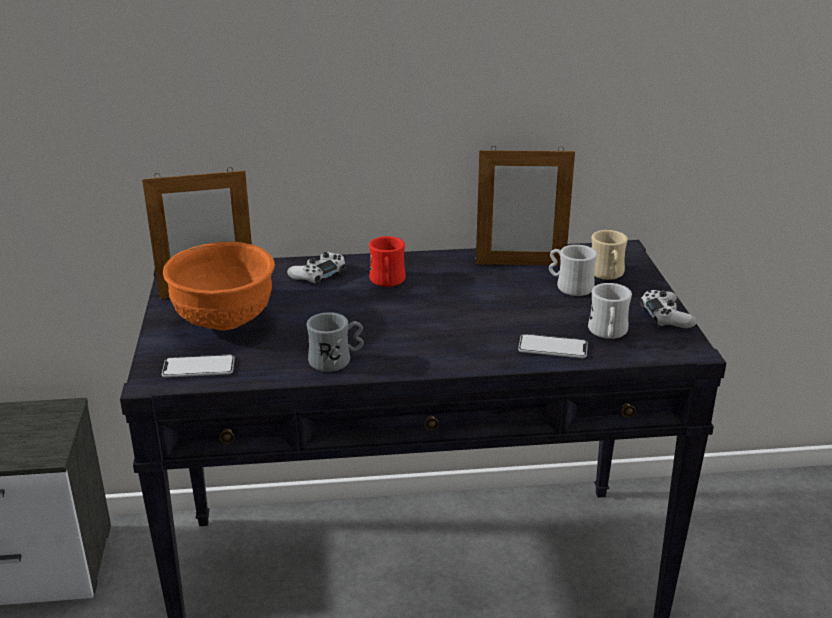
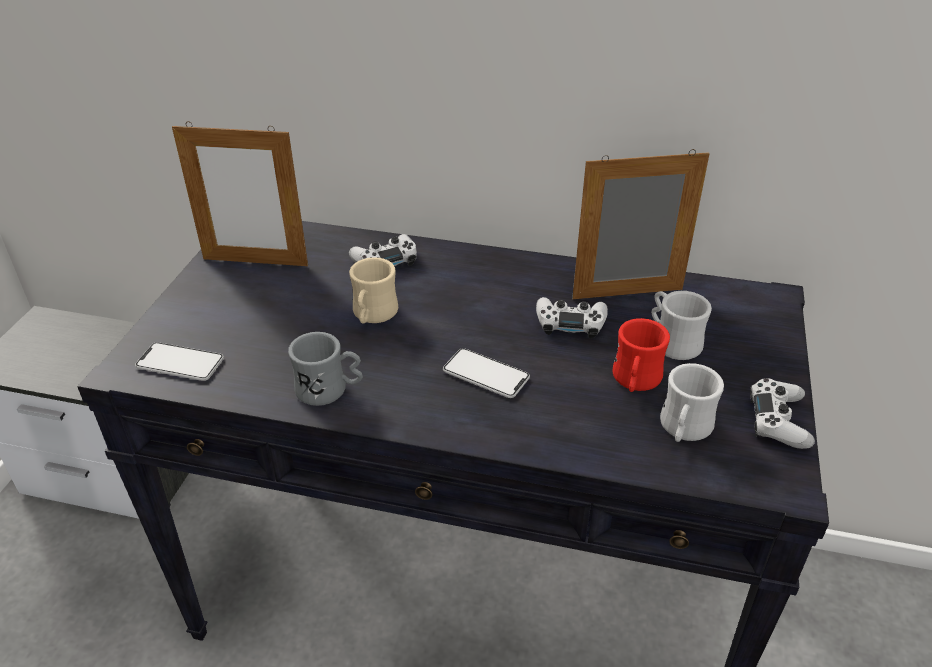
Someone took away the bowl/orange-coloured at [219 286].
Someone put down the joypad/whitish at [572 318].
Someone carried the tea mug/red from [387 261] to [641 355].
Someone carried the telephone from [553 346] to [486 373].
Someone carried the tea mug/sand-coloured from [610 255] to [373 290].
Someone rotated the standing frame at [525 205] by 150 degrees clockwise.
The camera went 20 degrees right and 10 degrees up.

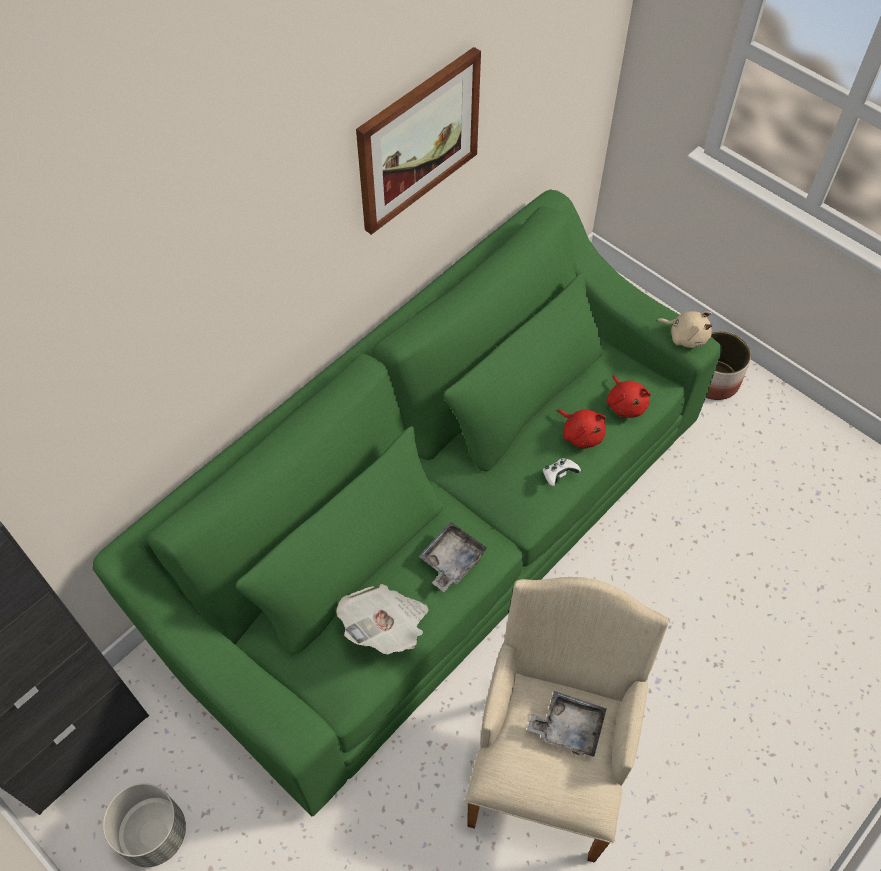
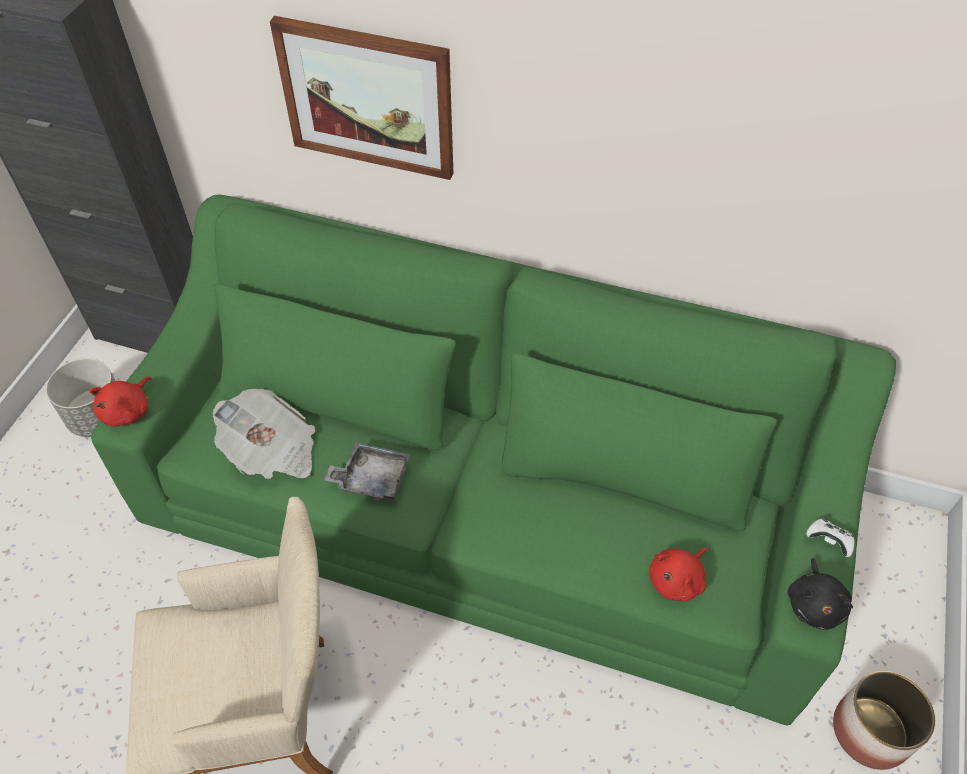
Someone took away the serving tray/grey at [567 724].
Someone carried the wall picture from [418 141] to [361 98].
Someone carried the joypad/whitish from [562 472] to [830 537].
Someone carried the plush toy/red from [581 429] to [120 401].
Someone repainted the plush toy/sand-coloured at [684 329], which became the plush toy/blackish at [820 594].
The camera went 65 degrees right and 5 degrees down.

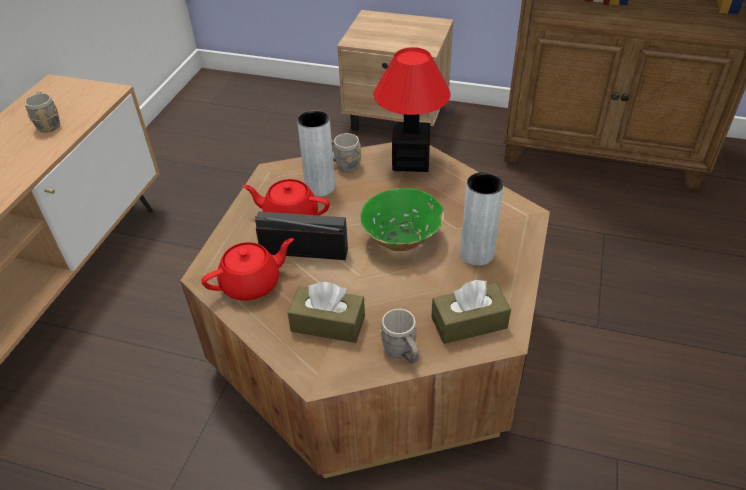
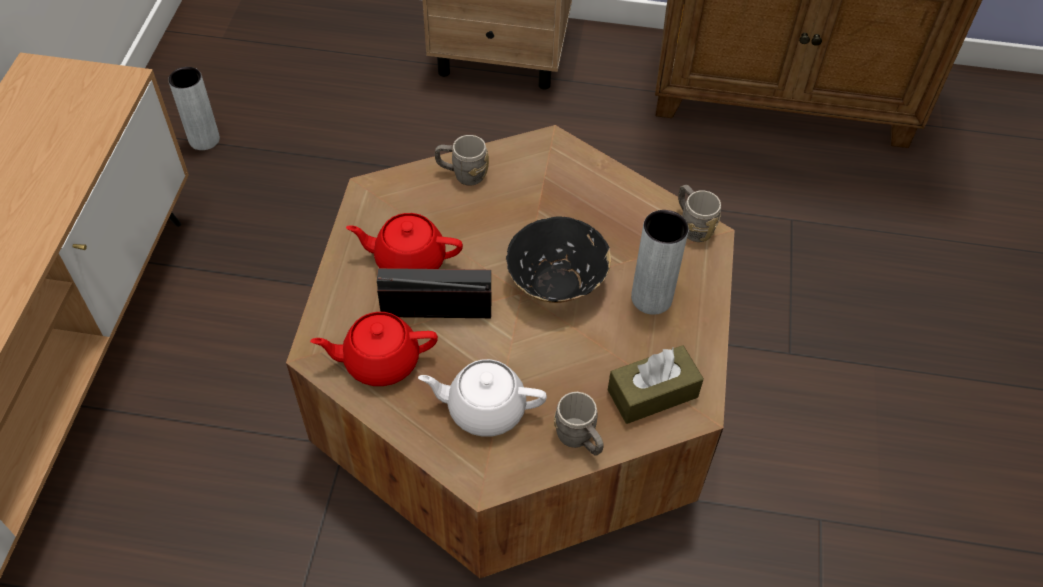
Someone took away the table lamp at [412 109].
Someone carried the tea mug/grey from [42 112] to [699 213].
Someone carried the vase/grey from [316 153] to [194 108].
Someone swapped the box of tissues/brown at [326 312] for the pot for tea/whitish at [482 398].
Someone repainted the bowl/green-coloured at [402 219], which became the bowl/blackish at [558 259].
Someone rotated the pot for tea/red at [247 269] by 150 degrees counterclockwise.
The camera went 10 degrees left and 10 degrees up.

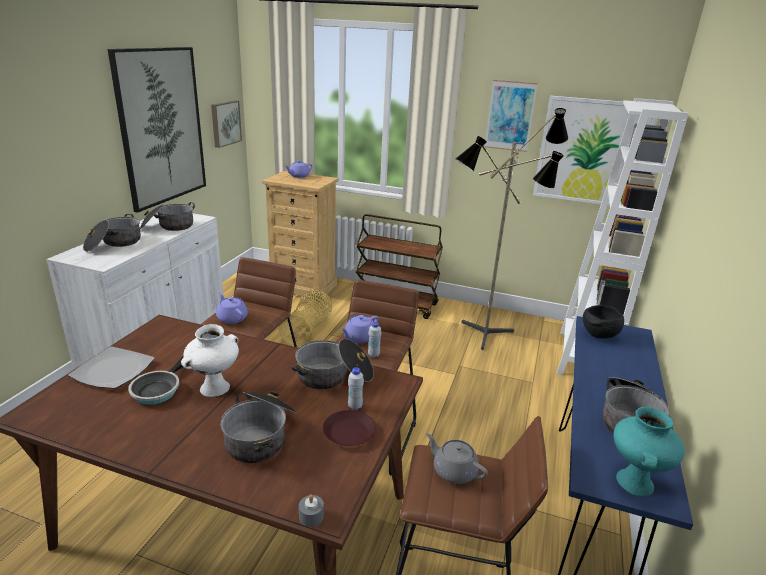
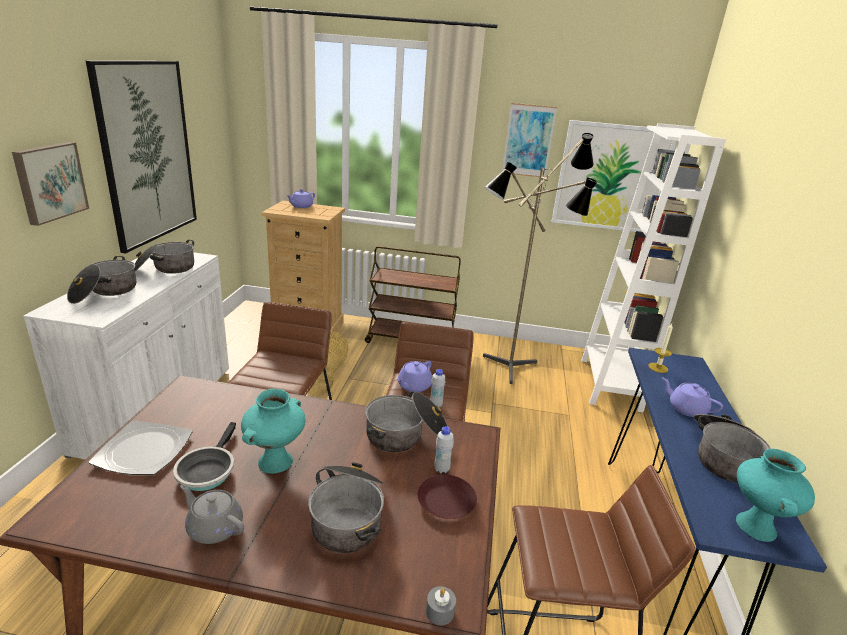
Someone carried the wall picture from [226 124] to [50 184].
Someone carried the pot for tea/purple-coloured from [232 308] to [692 397].
Someone carried the pot for tea/grey from [457 458] to [212 514].
Someone swapped the bowl/blackish at [603 322] for the wax light at [660 348].
Someone repainted the vase/whitish at [210 360], which became the vase/blue-green at [273 431].
The camera went 10 degrees left and 0 degrees up.

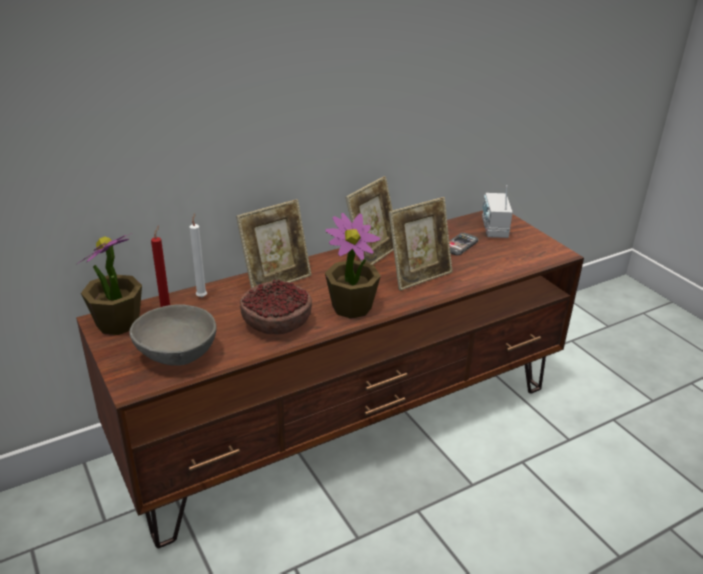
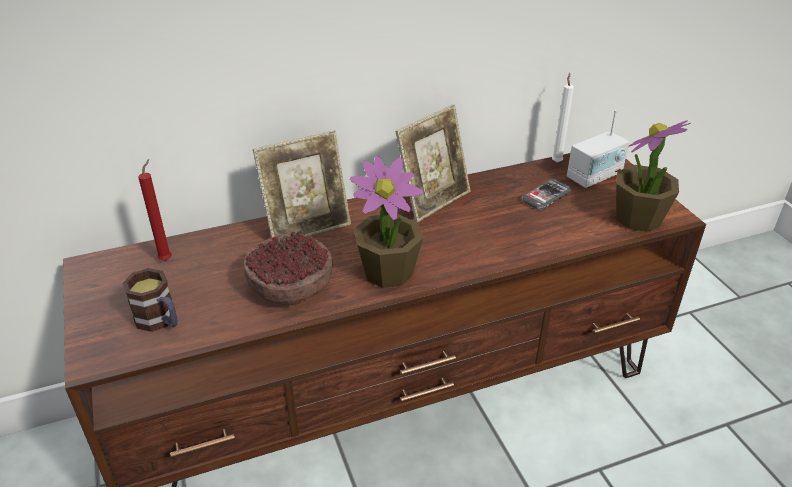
Someone took away the standing frame at [421 244].
Someone carried the houseplant from [109 284] to [654 176].
Someone carried the wax light/whitish from [198 255] to [563 117].
Someone swapped the bowl/grey at [172 335] for the tea mug at [150 300].
Someone rotated the radio at [497 212] by 135 degrees counterclockwise.
The camera went 10 degrees right and 5 degrees up.

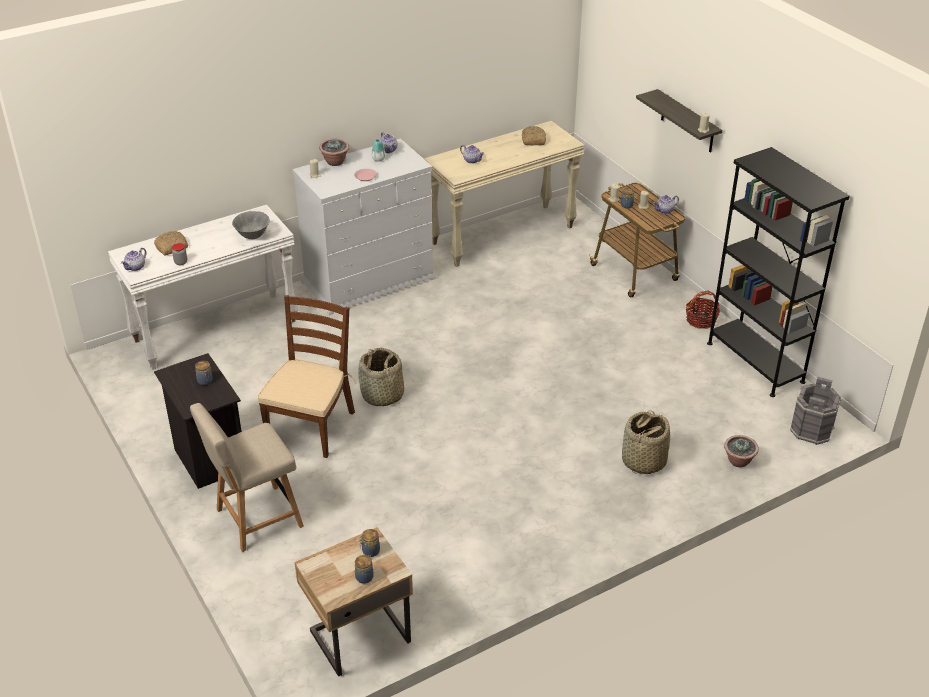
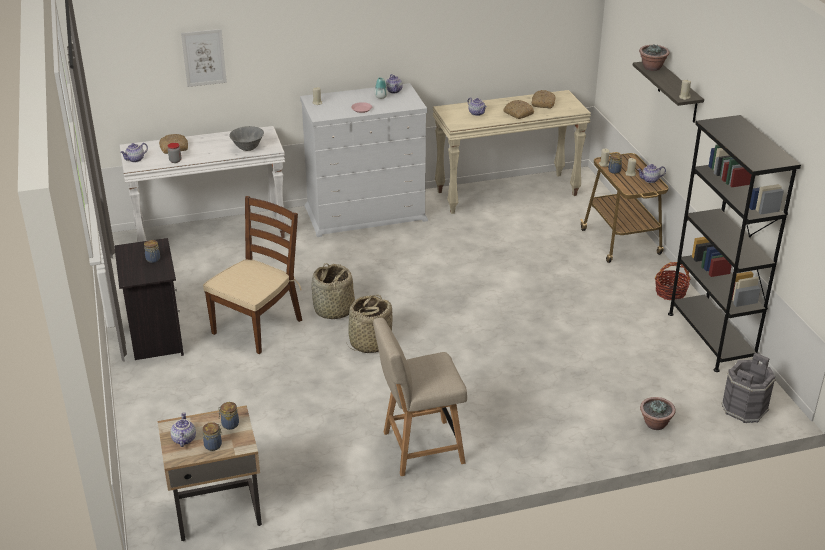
Someone put down the pot for tea at [183 429].
Someone put up the wall picture at [204 58].
Someone put down the baked bread at [518 109].
Someone carried the chair/sand-coloured from [247 477] to [420 397].
Someone carried the houseplant from [334 152] to [654 58].
Someone carried the basket from [646 442] to [369 324].
The camera went 15 degrees right and 5 degrees down.

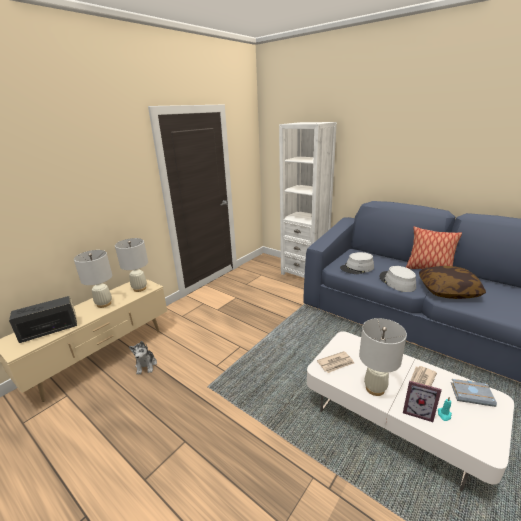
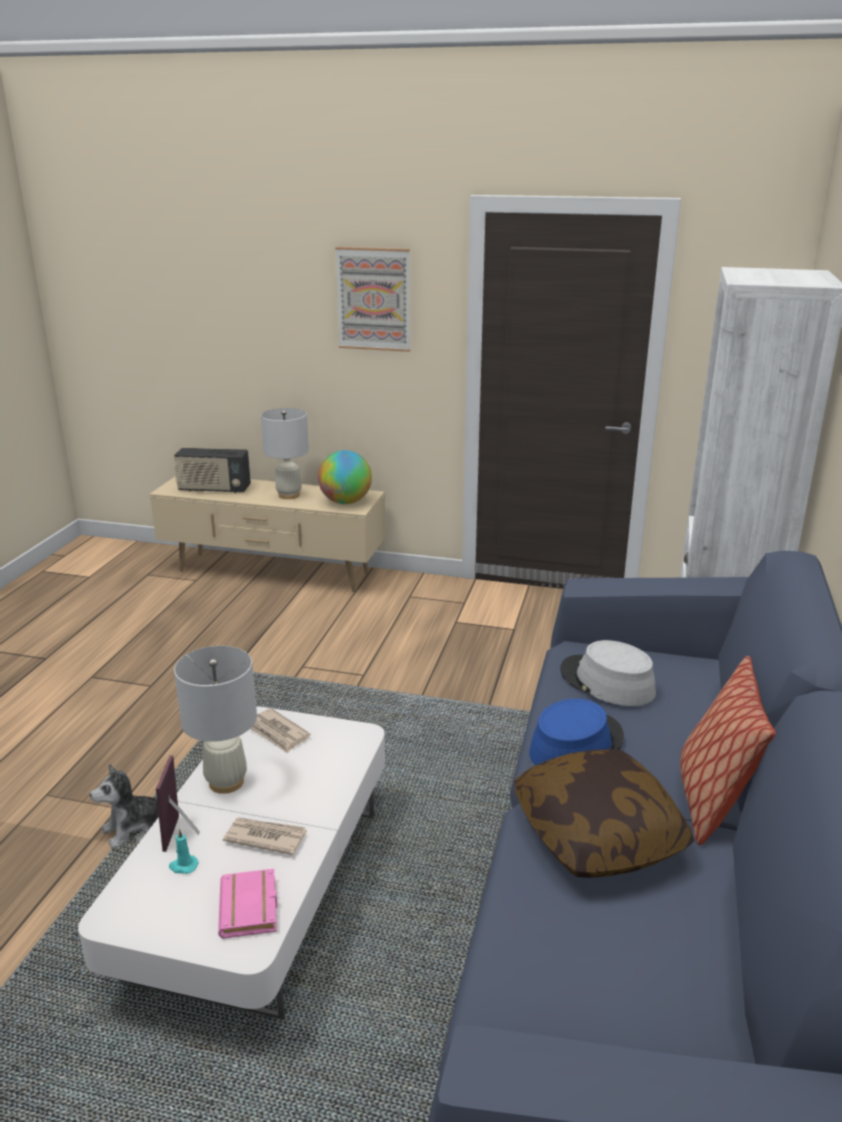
Someone put up the wall picture at [372 299].
Someone carried the plush toy from [143 358] to [124 806].
Someone swapped the table lamp/whitish at [131 265] for the desk globe at [345 477].
Someone repainted the clothing hat/grey at [397 279], which became the clothing hat/blue-coloured at [576 732].
Someone repainted the volume/grey at [474 393], which became the volume/pink at [247 904].
Someone rotated the radio at [43 319] by 150 degrees clockwise.
The camera went 65 degrees right and 0 degrees up.

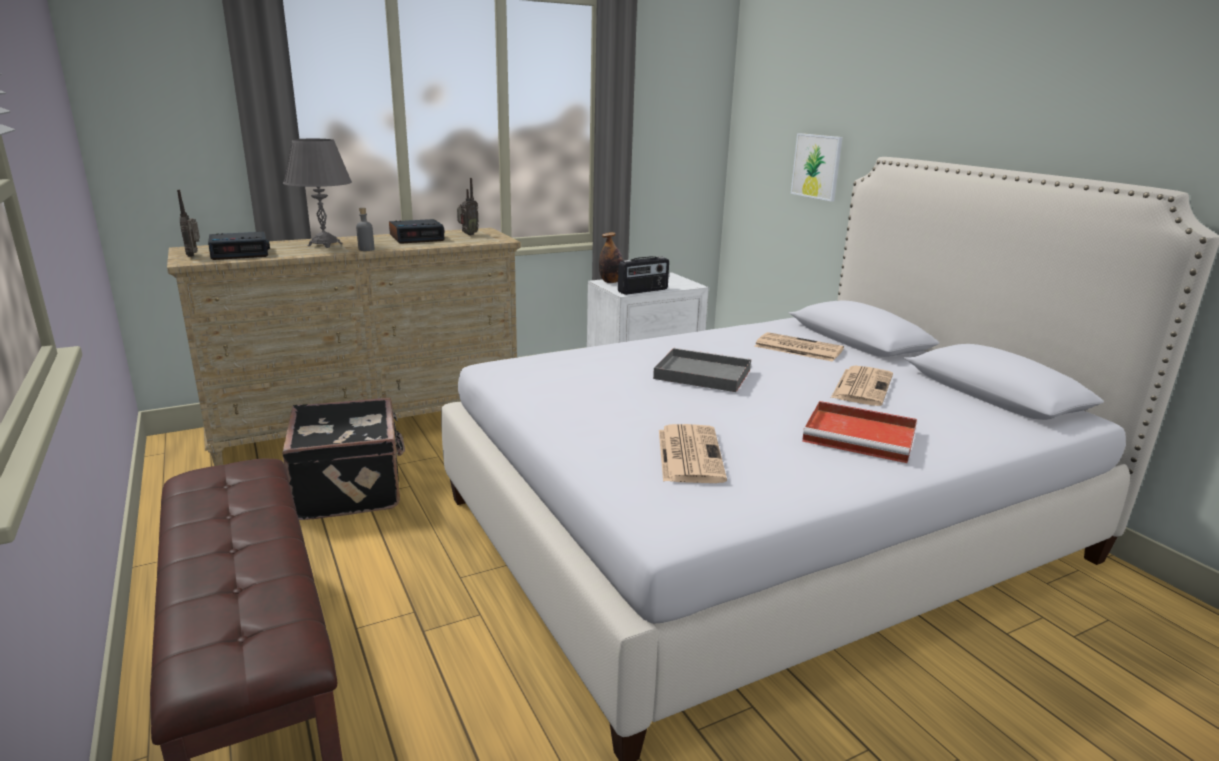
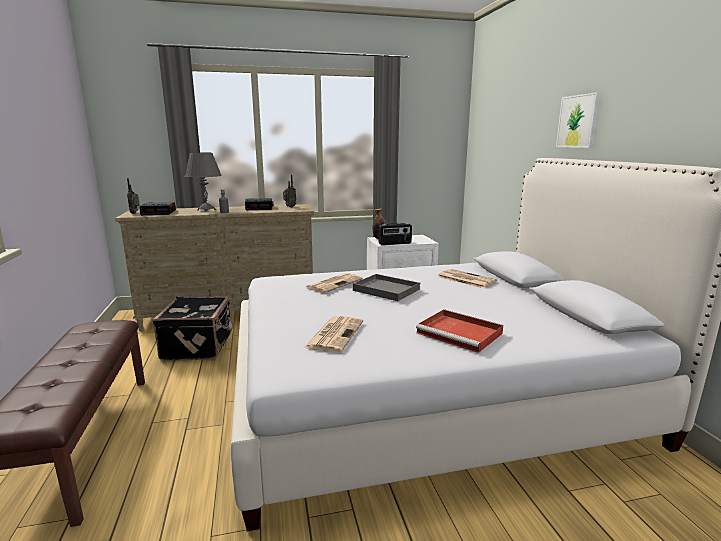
Someone carried the wall picture from [817 167] to [578 120].
Someone carried the newspaper from [862 386] to [334 283].
The camera went 15 degrees right and 5 degrees down.

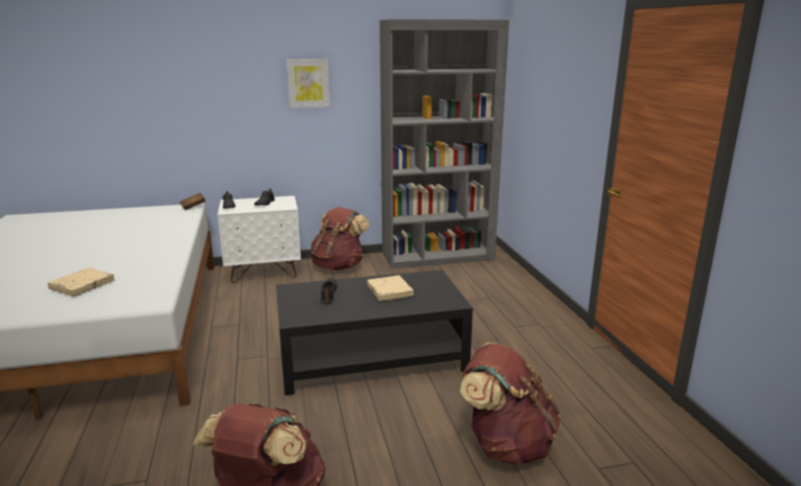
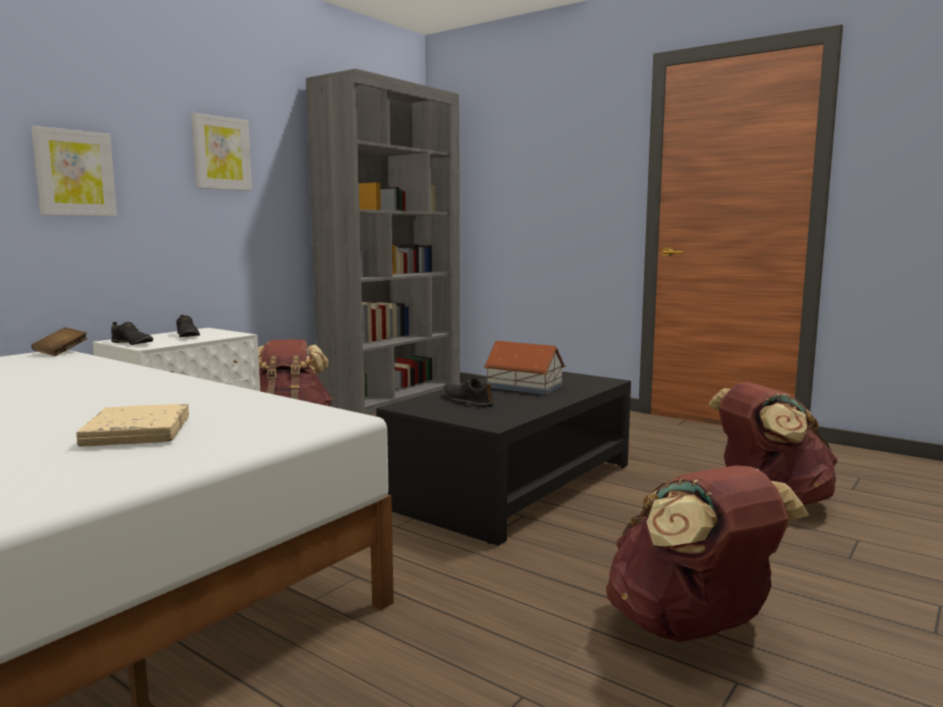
Someone put up the wall picture at [74 171].
Someone swapped the volume/sand-coloured at [390 288] for the toy house at [525 368].
The camera went 40 degrees left and 10 degrees down.

